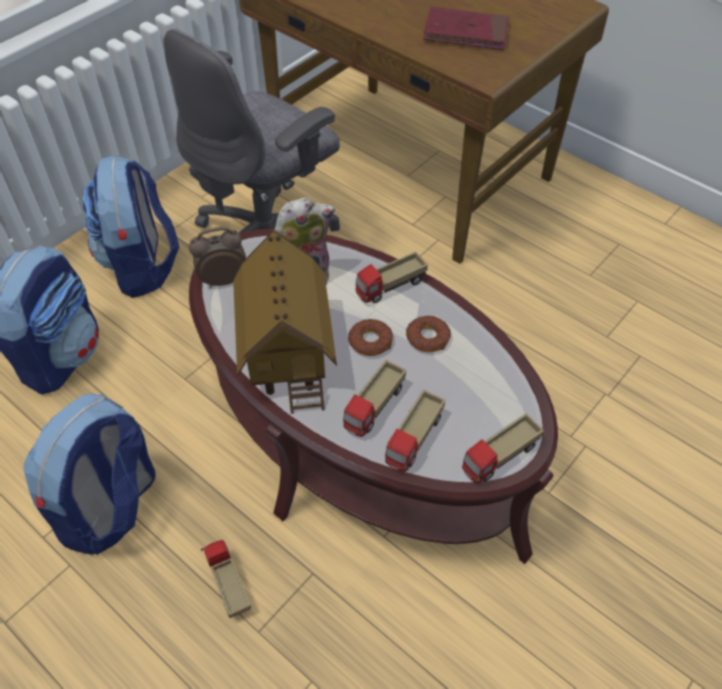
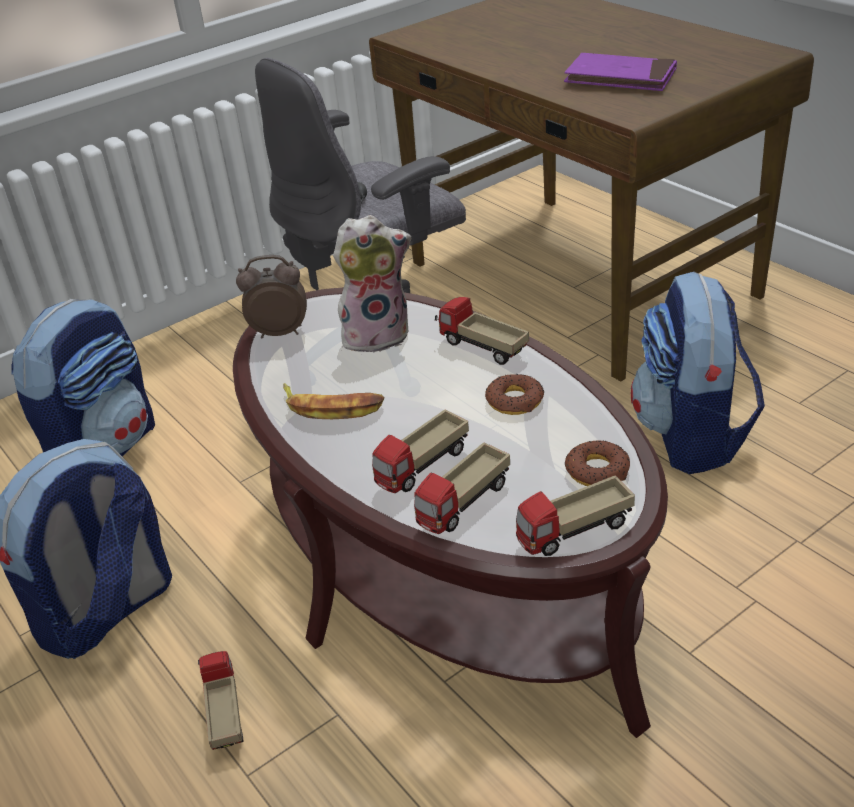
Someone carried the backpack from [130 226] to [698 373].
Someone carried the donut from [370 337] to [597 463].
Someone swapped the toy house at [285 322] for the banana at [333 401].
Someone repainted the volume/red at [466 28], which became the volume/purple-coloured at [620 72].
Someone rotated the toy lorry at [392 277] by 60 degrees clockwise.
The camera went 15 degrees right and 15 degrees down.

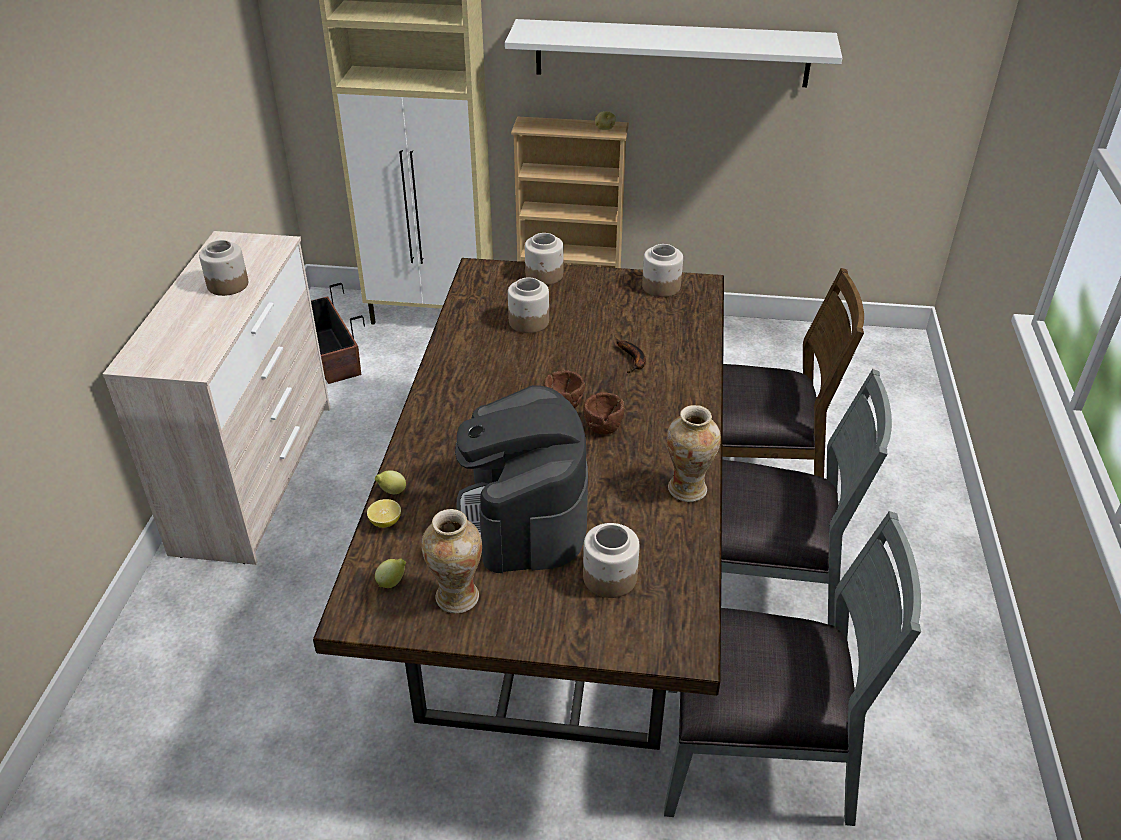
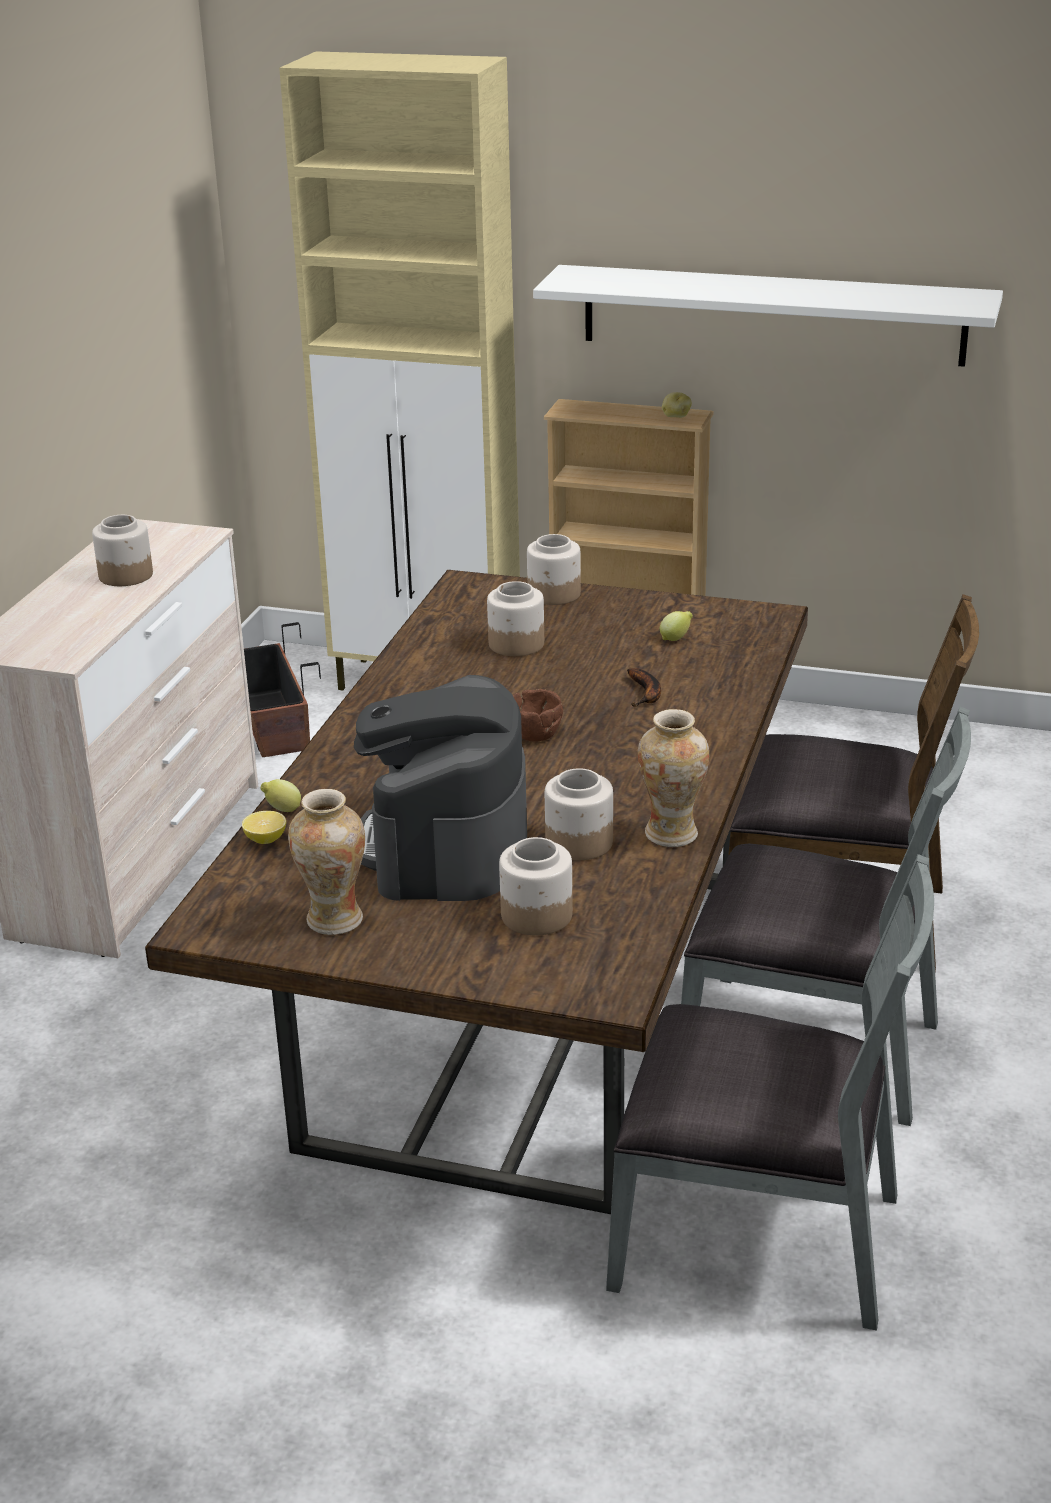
Someone took away the bowl/brown at [604 413].
Someone carried the lemon from [390 573] to [676 626].
Someone carried the storage jar from [662 270] to [579 814].
The camera went 10 degrees right and 10 degrees down.

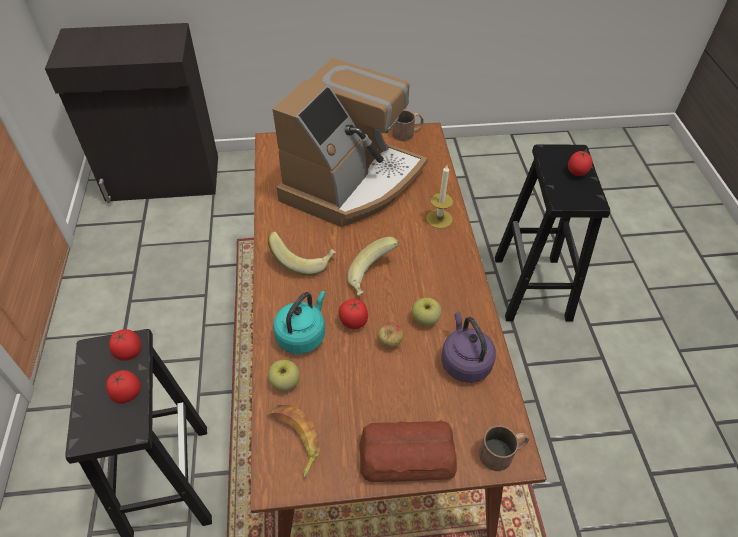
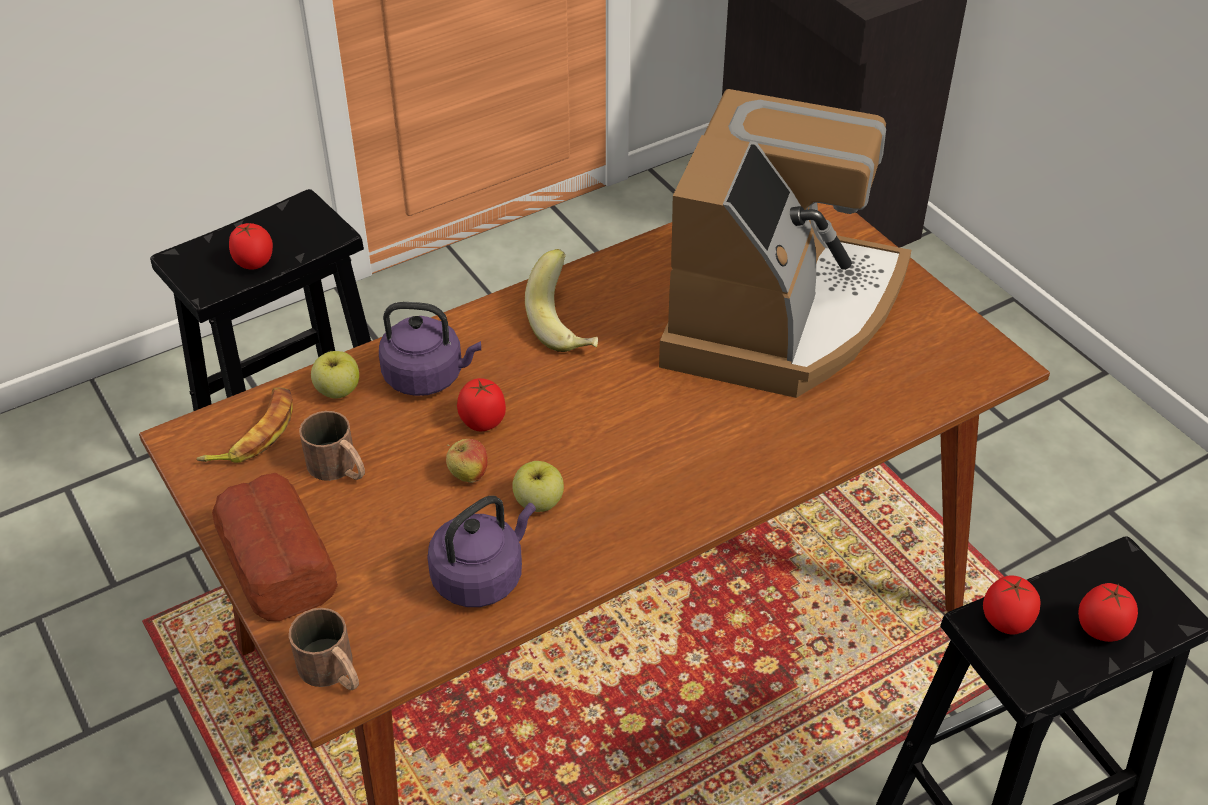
Someone took away the banana at [373 266].
Someone took away the wax light at [440 197].
Someone carried the fresh tomato from [125 345] to [1011 605].
Someone carried the tea mug/brown from [407 125] to [332 446].
Someone repainted the kettle/blue-green at [299 322], which became the kettle/purple-coloured at [430 349].
Someone rotated the coffee machine at [350 142] by 75 degrees counterclockwise.
The camera went 65 degrees right and 5 degrees down.

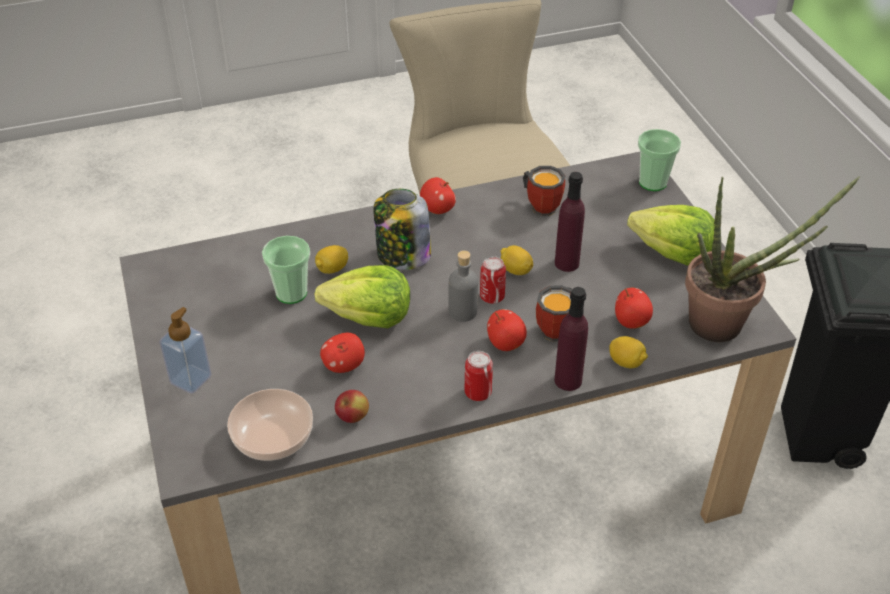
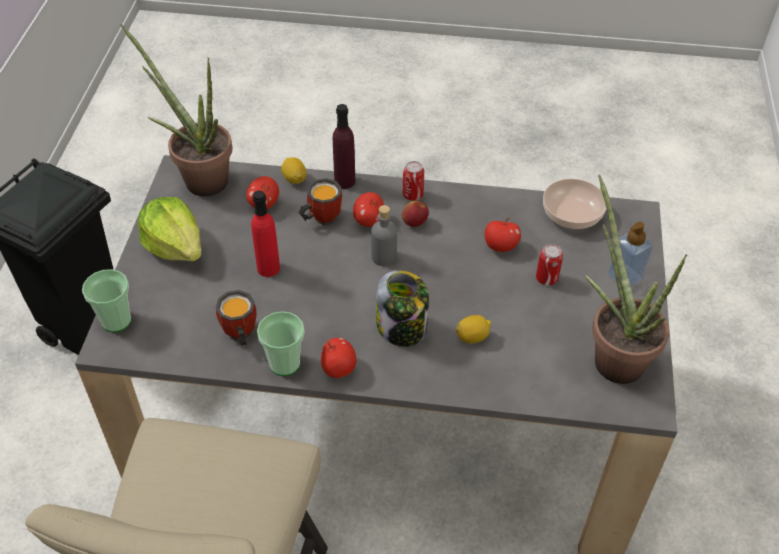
Someone took away the lettuce at [362 296].
Someone took away the lemon at [517 260].
Someone put down the houseplant at [636 279].
Someone carried the drinking cup from [286 270] to [280 343].
Someone carried the apple from [352 406] to [415 214].
Someone carried the can from [493 280] to [549 264].
Someone repainted the bottle/purple-coloured at [570 222], which became the bottle/red at [265 233].
The camera went 155 degrees left and 5 degrees up.

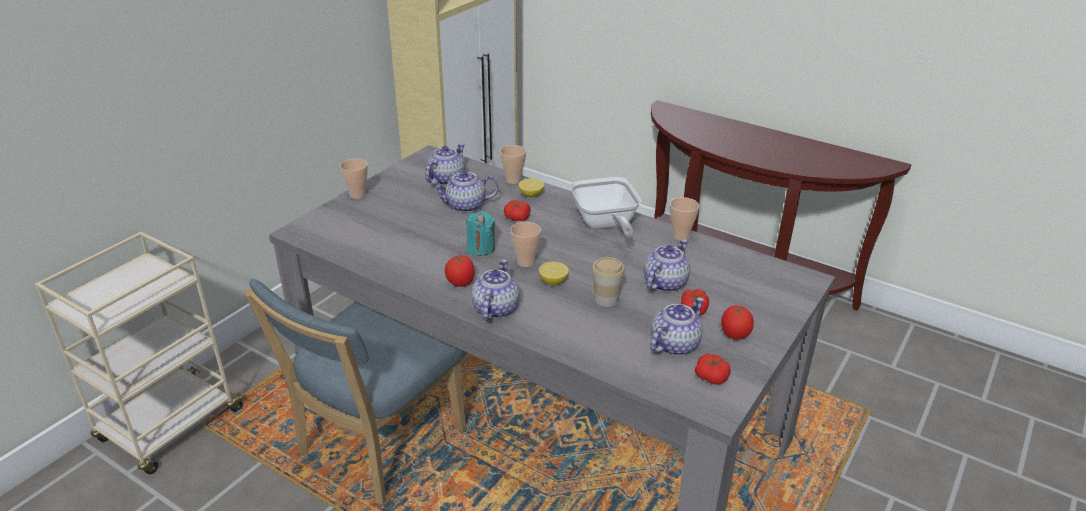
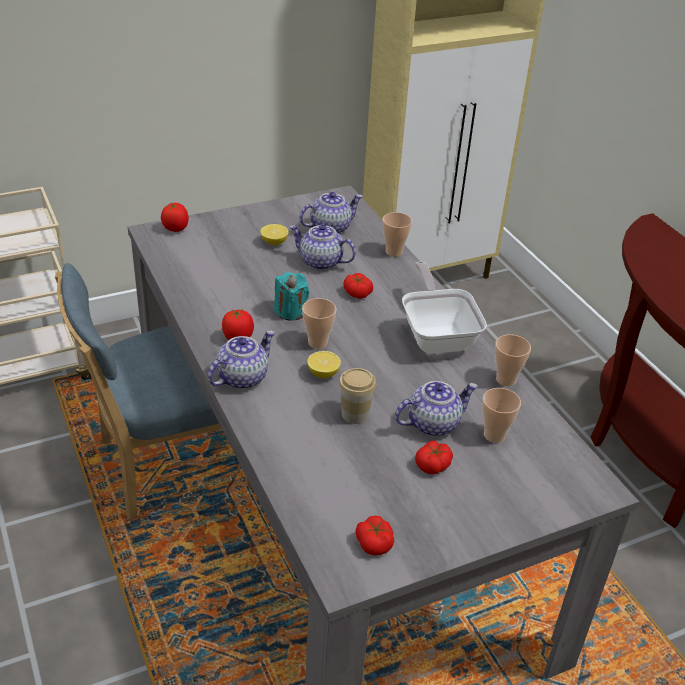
Someone took away the pot for tea at [677 327].
Someone carried the drinking cup from [354 179] to [501 415].
Someone carried the lemon from [531 187] to [275 234].
Someone carried the fresh tomato from [737 322] to [175 217].
Someone rotated the pan at [605 207] by 150 degrees clockwise.
The camera went 30 degrees right and 5 degrees up.

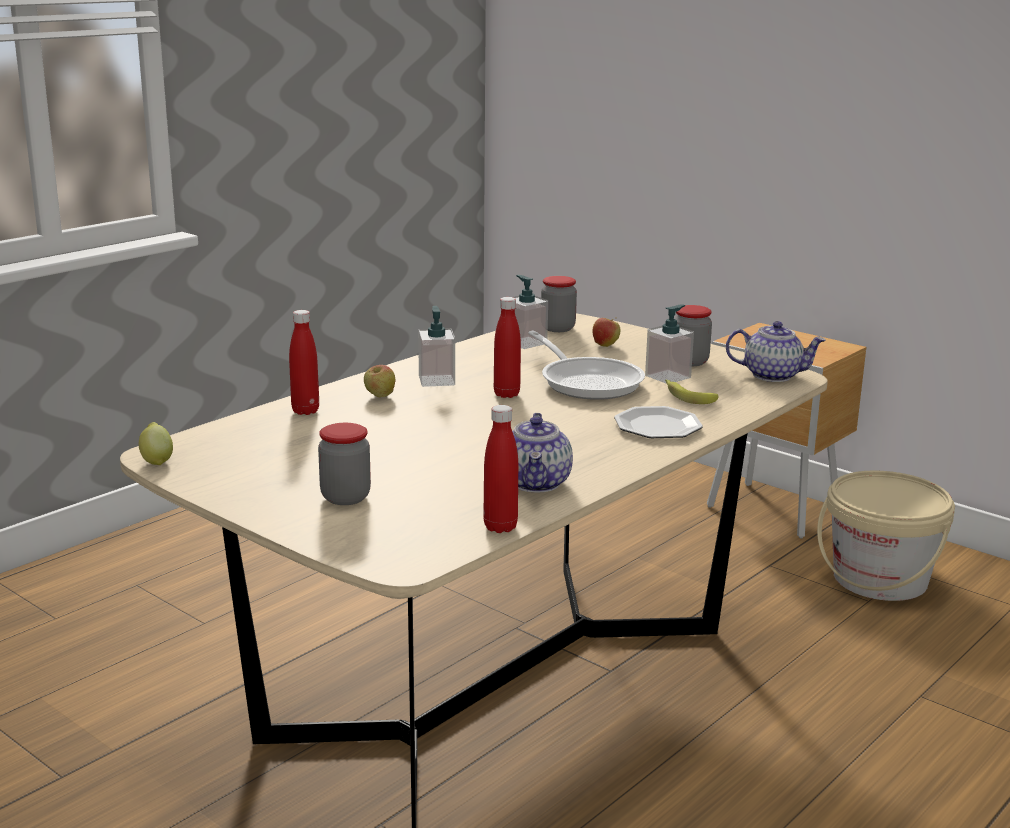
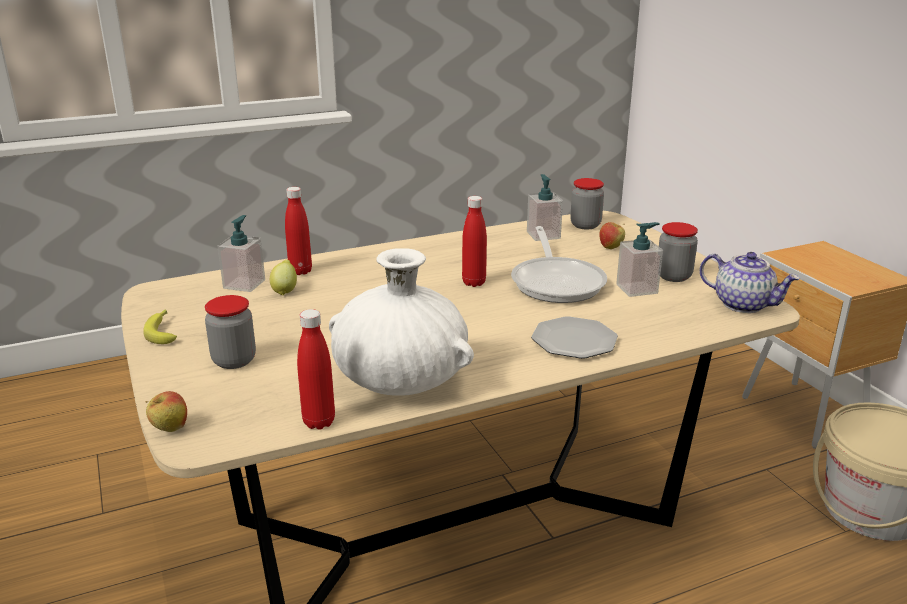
Someone carried the lemon from [156 443] to [283 277].
Someone carried the apple from [379 381] to [166 411].
Someone carried the liquid soap bottle from [436 346] to [241 253].
Someone carried the banana from [692 392] to [160 326].
Someone swapped the pot for tea at [542 452] for the vase/whitish at [401 322].
The camera went 25 degrees right and 5 degrees up.

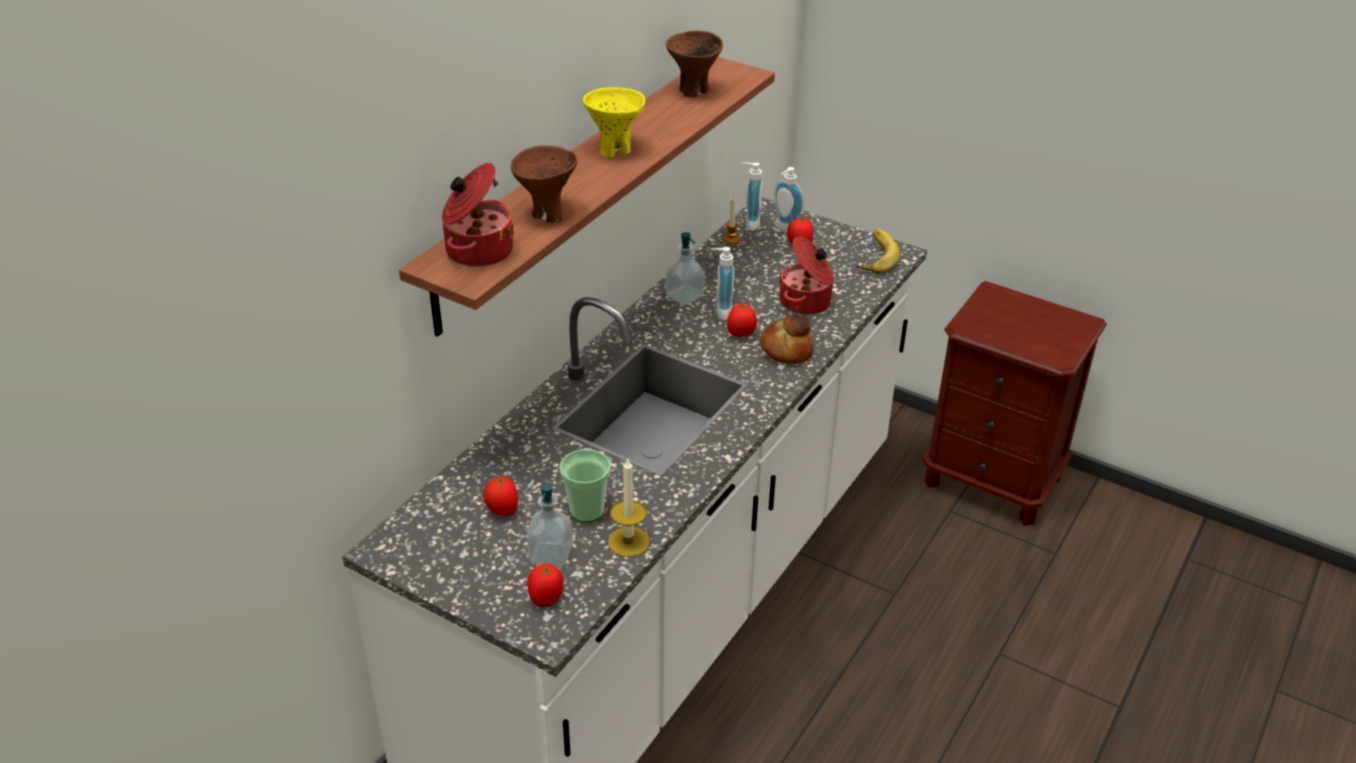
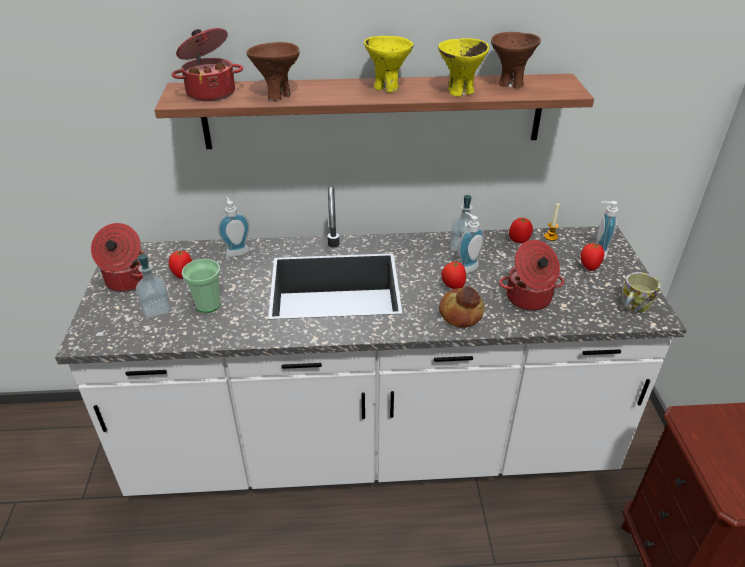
Someone took away the wax light at [629 507].
Someone put down the cooking pot at [118 257].
Someone put down the bowl/yellow-coloured at [463 67].
Someone carried the fresh tomato from [545 585] to [521 230].
Someone carried the liquid soap bottle from [752 196] to [234 227].
Someone swapped the banana at [879 251] for the tea mug at [641 292].
The camera went 55 degrees right and 0 degrees up.

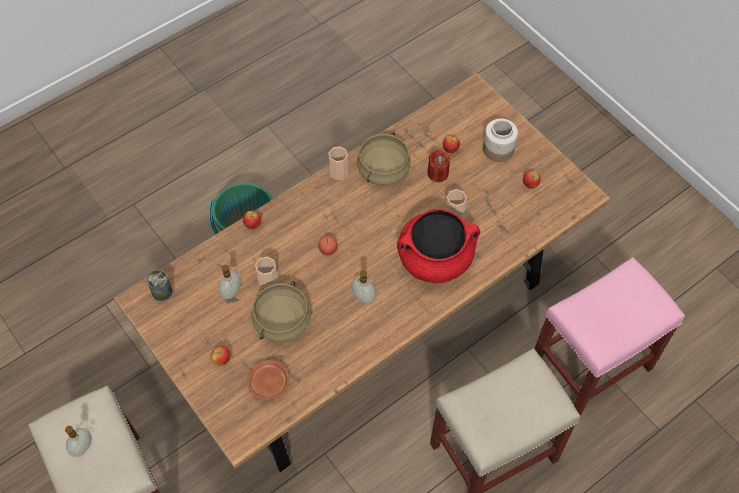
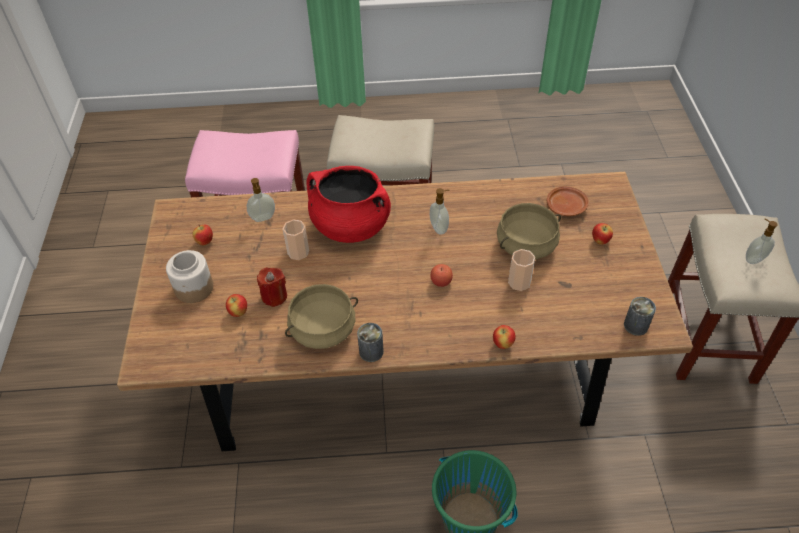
Someone carried the liquid soap bottle from [229 281] to [260 200].
Someone swapped the drinking cup at [338 163] for the can at [370 342].
The camera went 145 degrees left and 10 degrees down.

